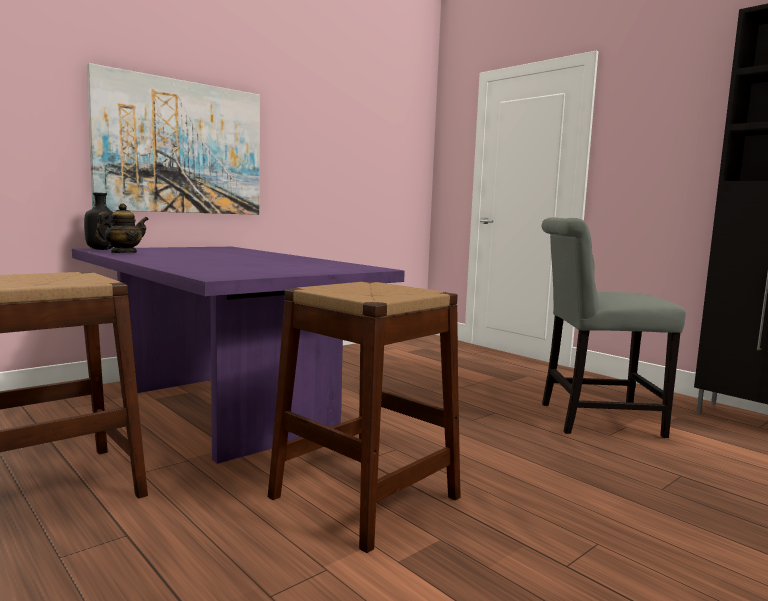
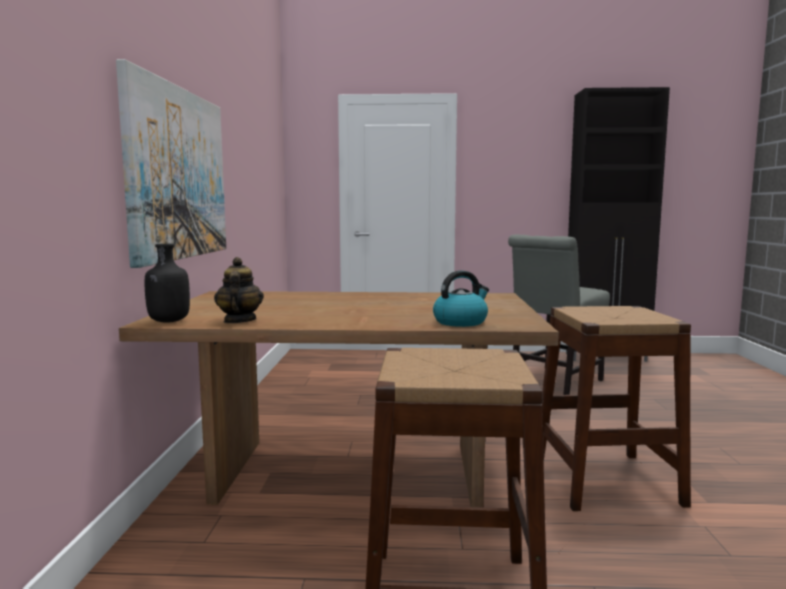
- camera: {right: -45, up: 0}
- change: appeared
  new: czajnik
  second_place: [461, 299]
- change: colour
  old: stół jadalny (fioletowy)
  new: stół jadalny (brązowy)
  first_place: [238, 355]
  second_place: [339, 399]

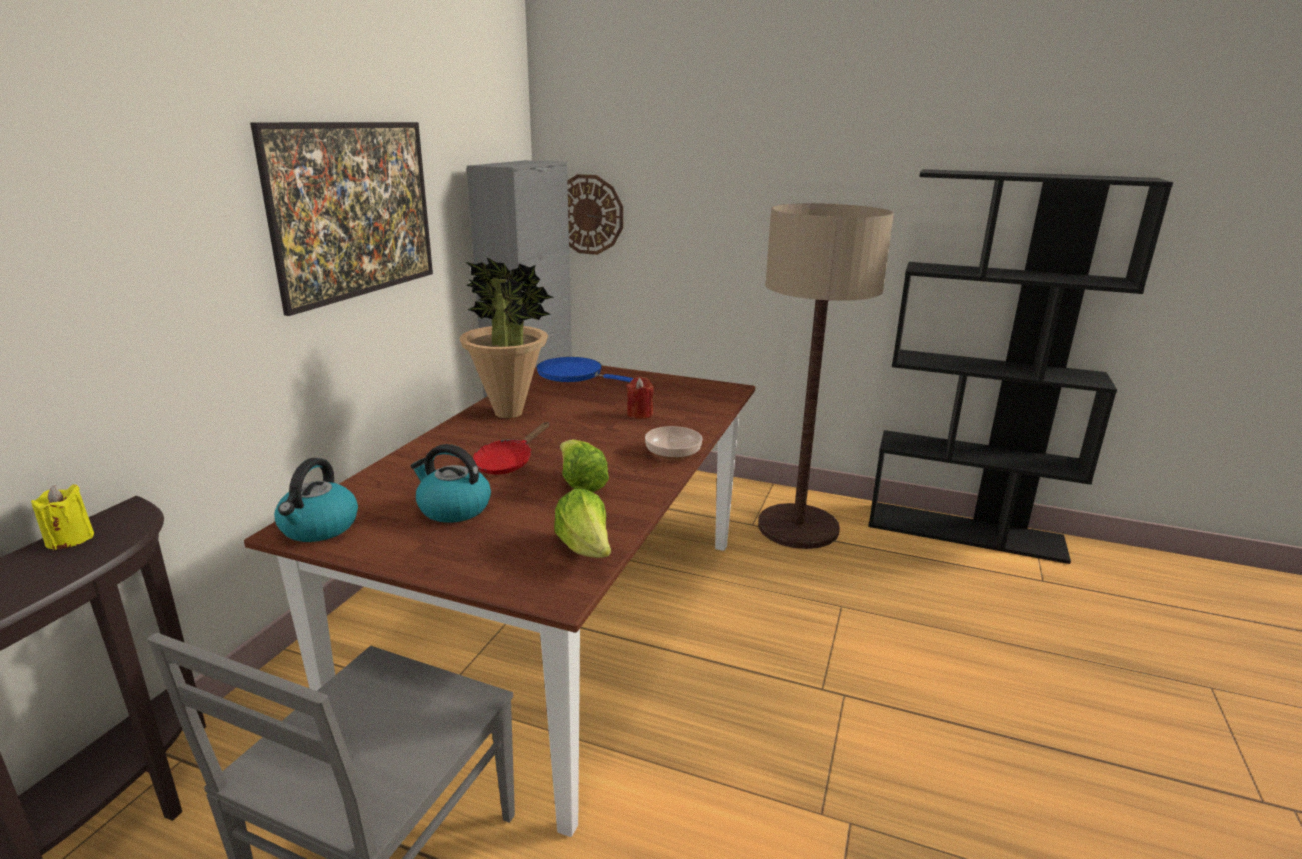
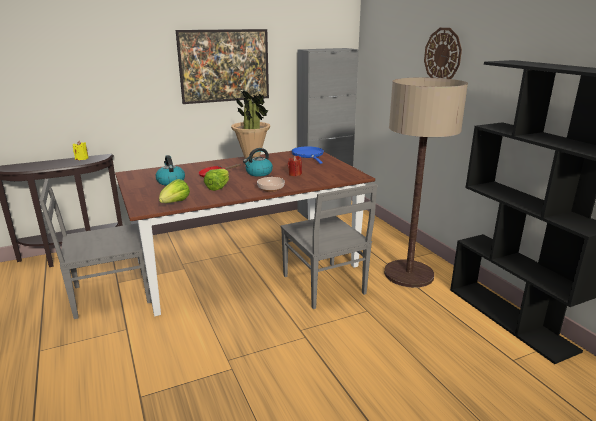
- camera: {right: 45, up: 0}
- change: appeared
  new: krzesło (szary)
  second_place: [329, 246]
- change: relocated
  old: czajnik
  first_place: [316, 500]
  second_place: [258, 162]
- change: relocated
  old: zegar ścienny
  first_place: [595, 214]
  second_place: [443, 53]

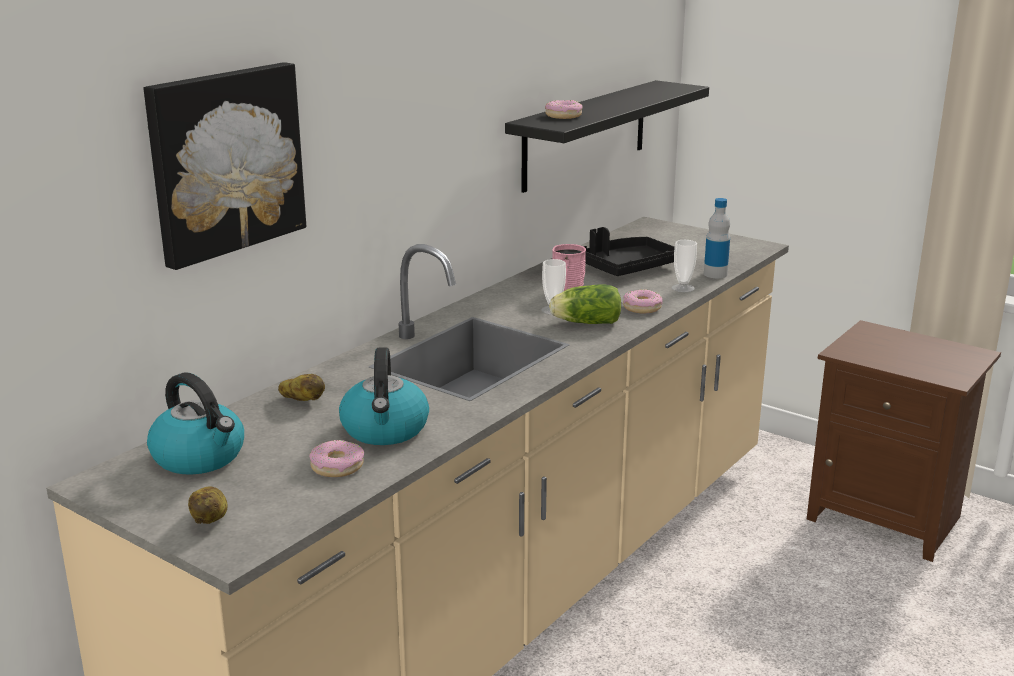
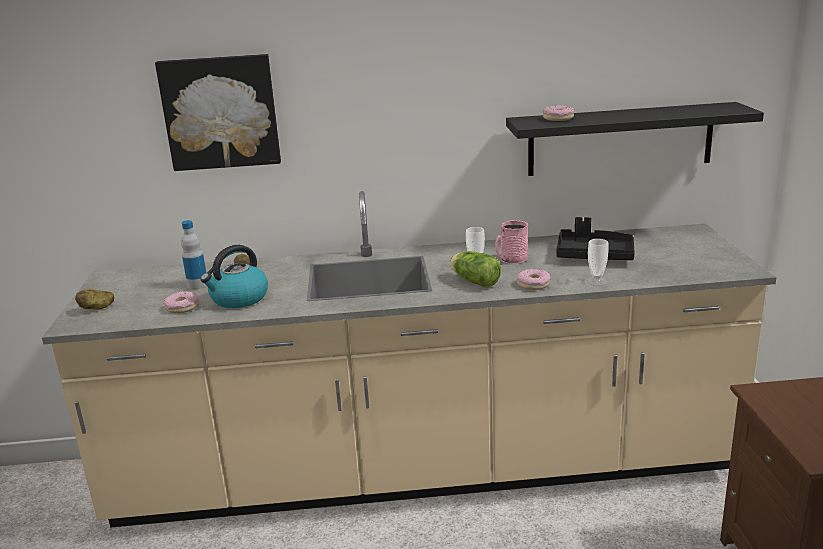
- camera: {right: 50, up: 0}
- change: missing
  old: czajnik
  first_place: [195, 423]
- change: relocated
  old: butelka
  first_place: [717, 238]
  second_place: [193, 254]

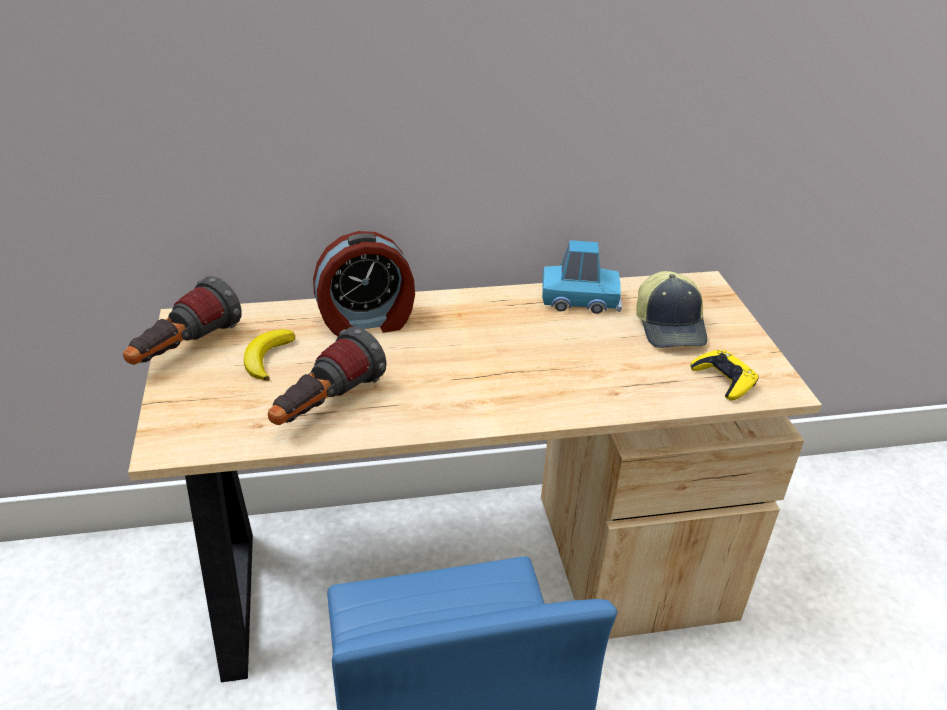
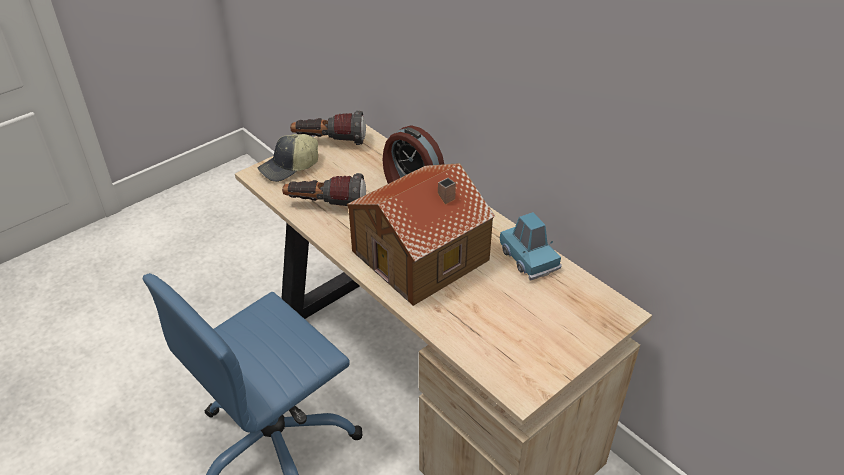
- camera: {right: 60, up: 5}
- change: missing
  old: banan
  first_place: [269, 355]
- change: missing
  old: pad do gier (żółty)
  first_place: [724, 375]
- change: appeared
  new: domek
  second_place: [421, 234]
- change: relocated
  old: czapka z daszkiem
  first_place: [671, 309]
  second_place: [288, 158]

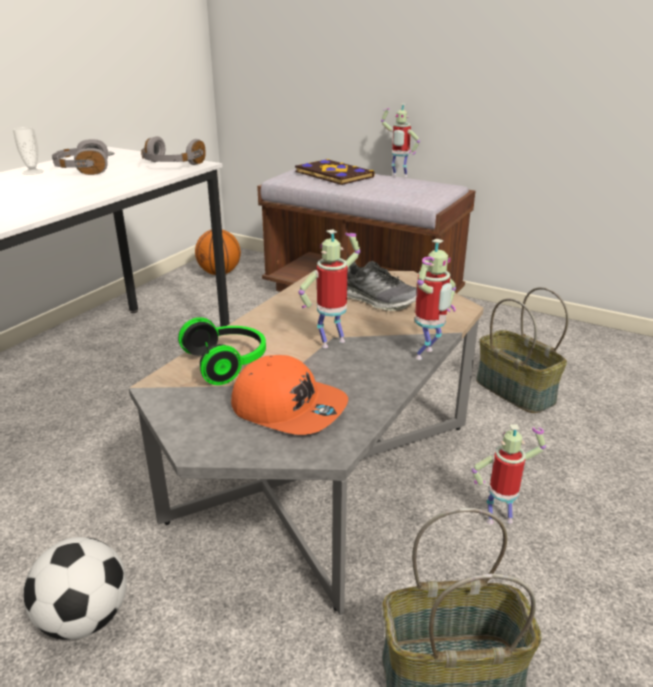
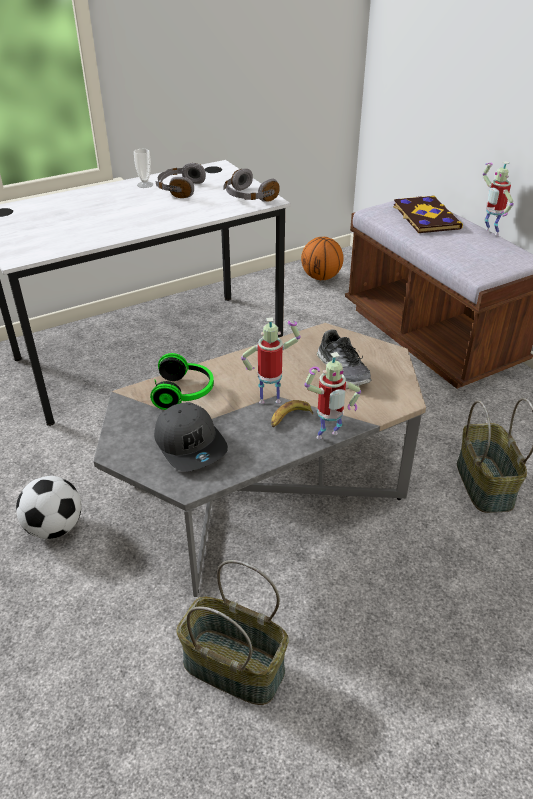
- camera: {right: 30, up: 10}
- change: missing
  old: robot zabawkowy
  first_place: [509, 474]
- change: appeared
  new: banan
  second_place: [292, 413]
- change: colour
  old: czapka z daszkiem (pomarańczowy)
  new: czapka z daszkiem (szary)
  first_place: [289, 395]
  second_place: [191, 437]

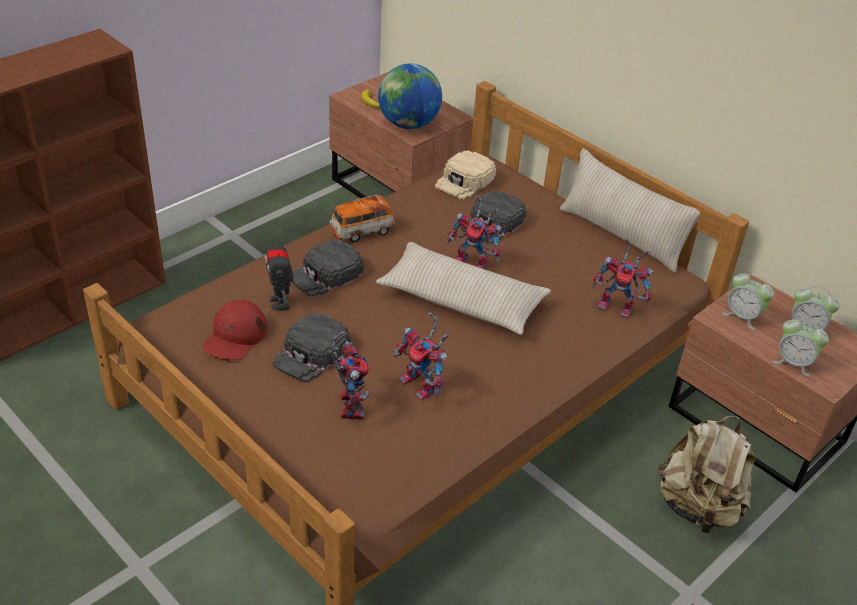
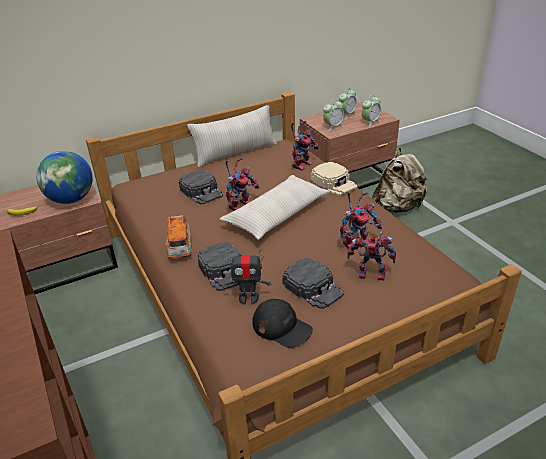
- camera: {right: -70, up: -5}
- change: relocated
  old: czapka z daszkiem (beżowy)
  first_place: [465, 175]
  second_place: [334, 179]
- change: colour
  old: czapka z daszkiem (czerwony)
  new: czapka z daszkiem (czarny)
  first_place: [235, 330]
  second_place: [283, 323]

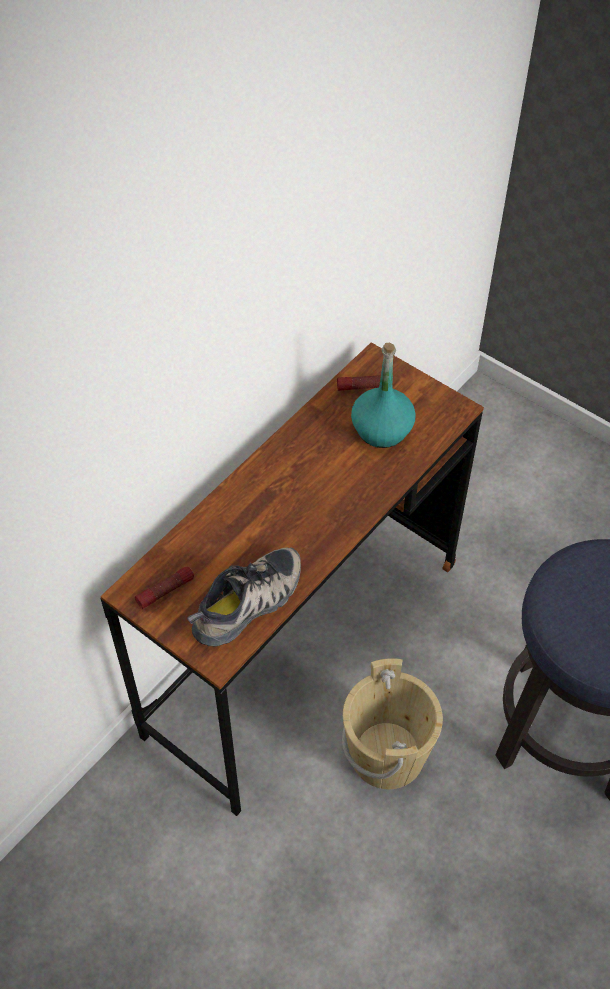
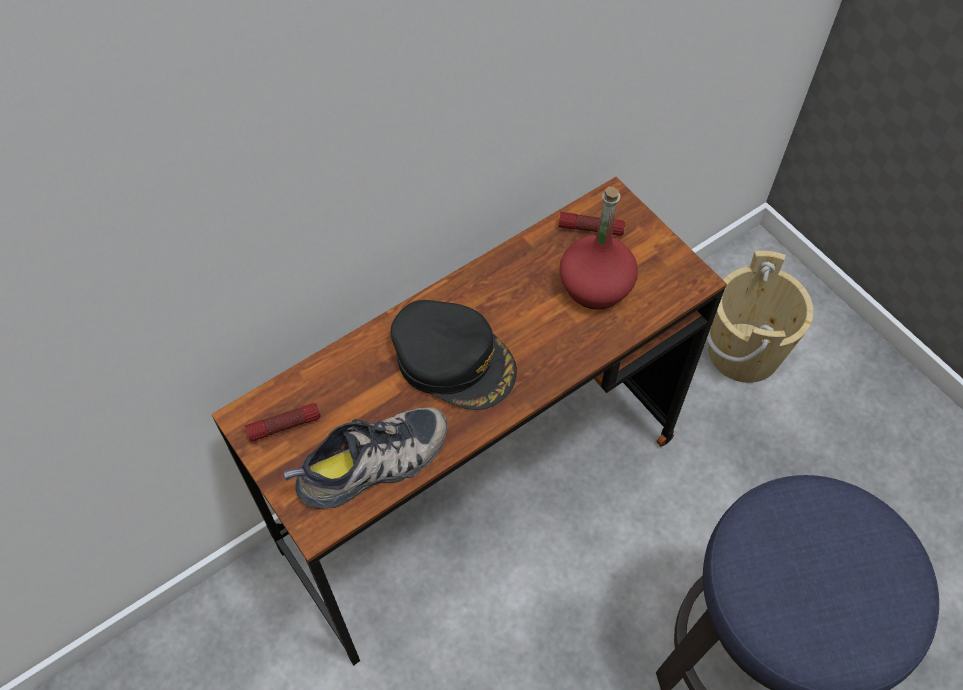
- camera: {right: 15, up: 5}
- change: appeared
  new: czapka z daszkiem (czarny)
  second_place: [453, 355]
- change: relocated
  old: wiadro (beżowy)
  first_place: [392, 723]
  second_place: [760, 317]
- change: colour
  old: butelka (turkusowy)
  new: butelka (czerwony)
  first_place: [383, 395]
  second_place: [598, 248]

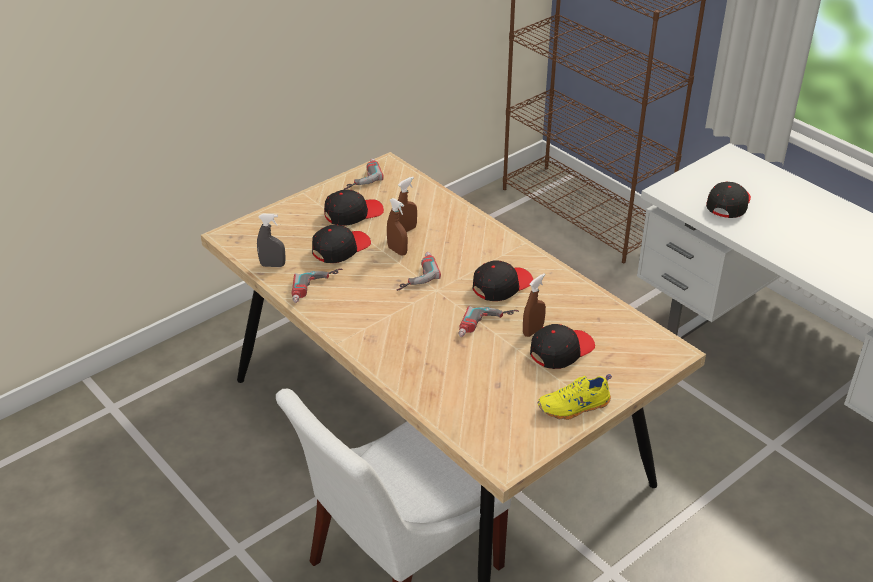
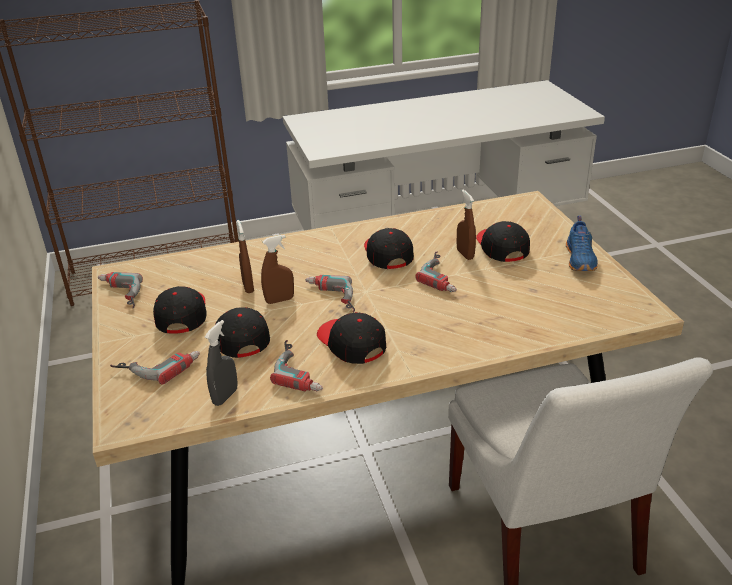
- camera: {right: -65, up: -5}
- change: appeared
  new: wiertarka
  second_place: [155, 367]
- change: relocated
  old: czapka z daszkiem (czarny)
  first_place: [728, 199]
  second_place: [351, 338]
- change: colour
  old: but (żółty)
  new: but (niebieski)
  first_place: [575, 397]
  second_place: [581, 243]

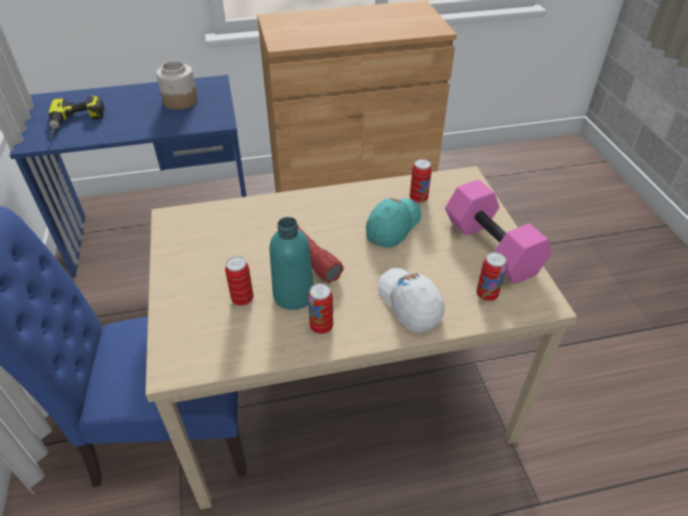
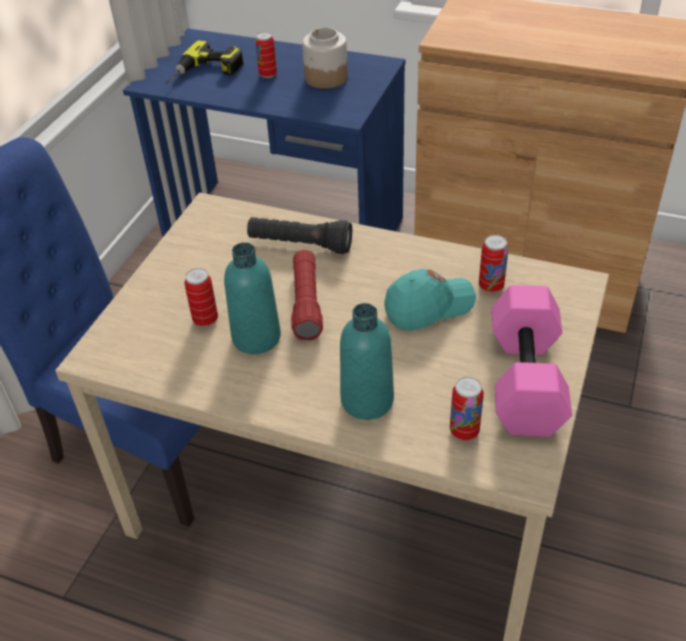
- camera: {right: 35, up: 0}
- change: appeared
  new: latarka (czarny)
  second_place: [299, 235]
- change: relocated
  old: puszka
  first_place: [320, 308]
  second_place: [266, 55]
- change: exchanged
  old: czapka z daszkiem (biały)
  new: butelka (turkusowy)
  first_place: [411, 300]
  second_place: [367, 361]

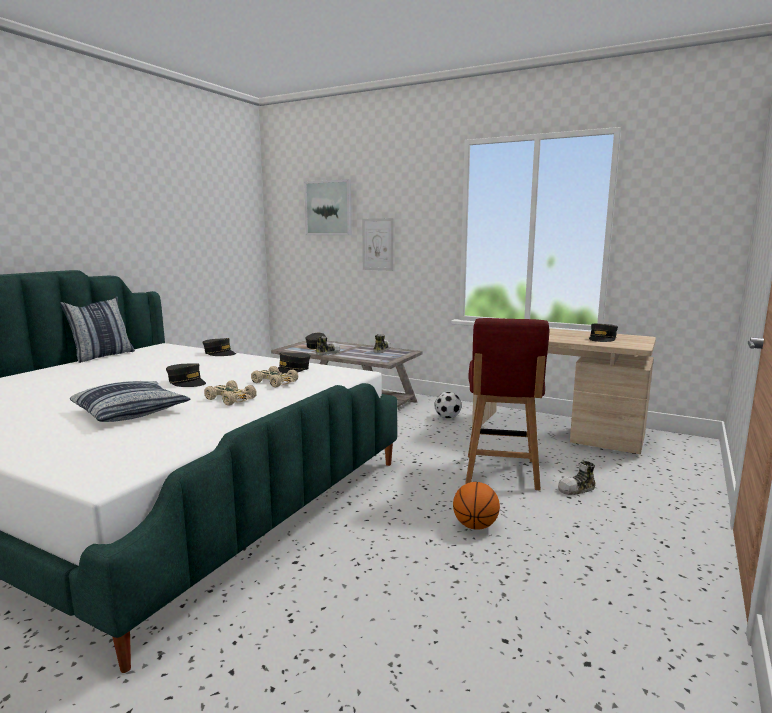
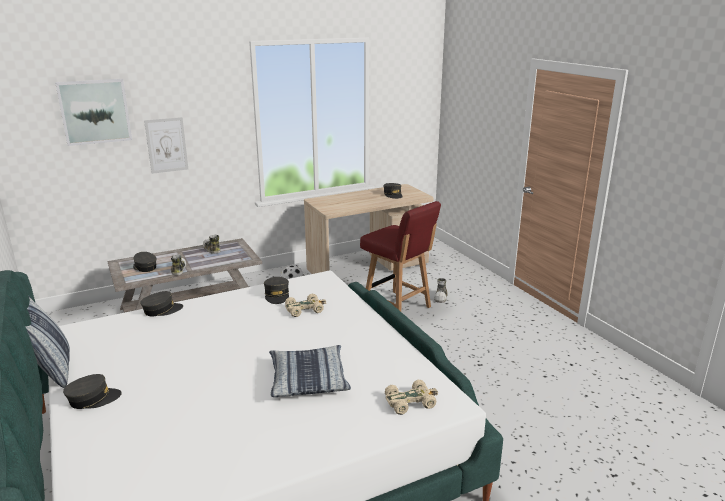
- camera: {right: -55, up: 10}
- change: missing
  old: piłka do koszykówki
  first_place: [476, 506]
- change: relocated
  old: czapka z daszkiem (szary)
  first_place: [186, 375]
  second_place: [92, 391]
- change: relocated
  old: samochodzik (beżowy)
  first_place: [230, 393]
  second_place: [411, 397]

